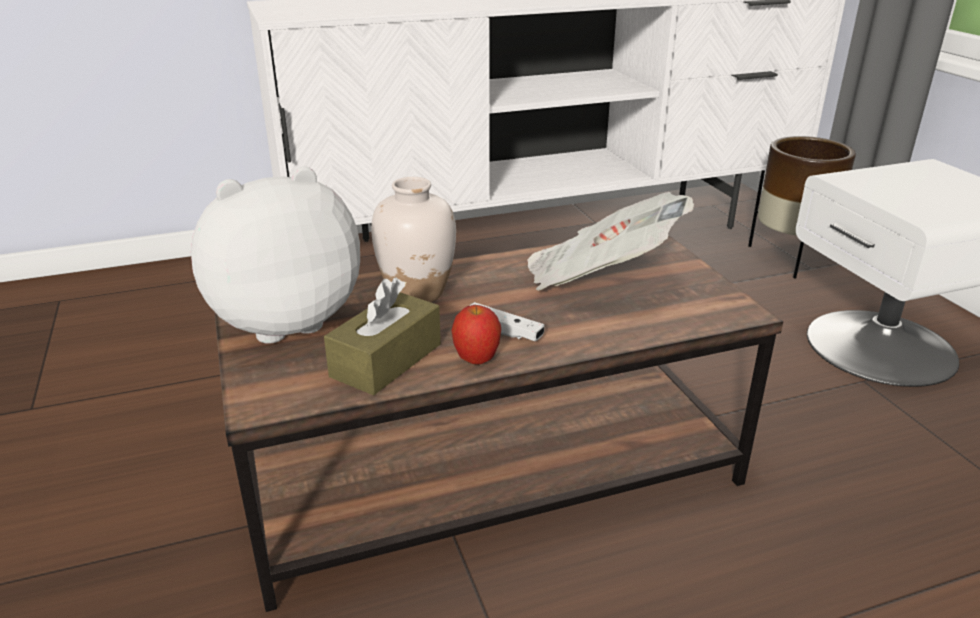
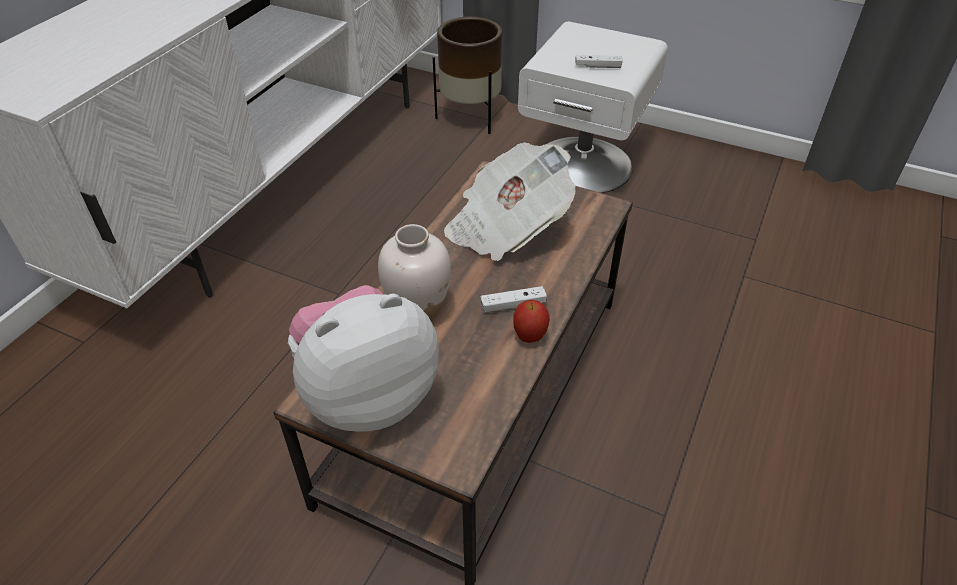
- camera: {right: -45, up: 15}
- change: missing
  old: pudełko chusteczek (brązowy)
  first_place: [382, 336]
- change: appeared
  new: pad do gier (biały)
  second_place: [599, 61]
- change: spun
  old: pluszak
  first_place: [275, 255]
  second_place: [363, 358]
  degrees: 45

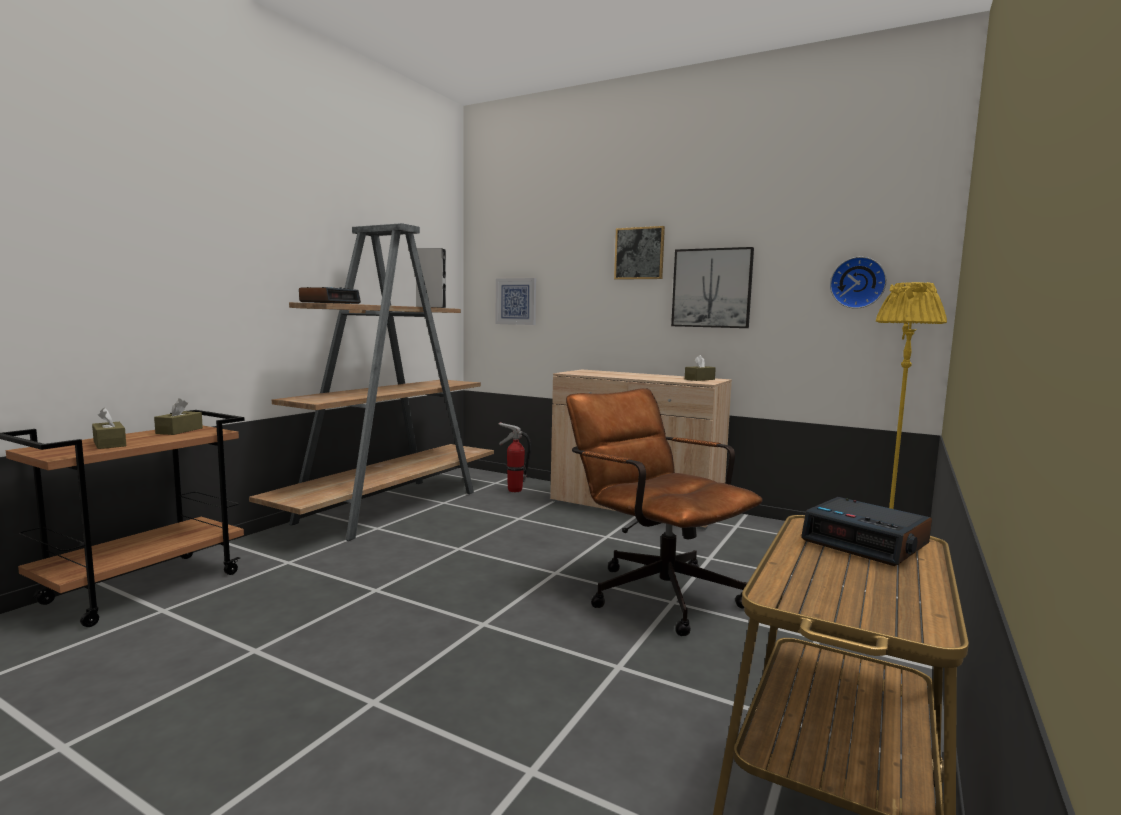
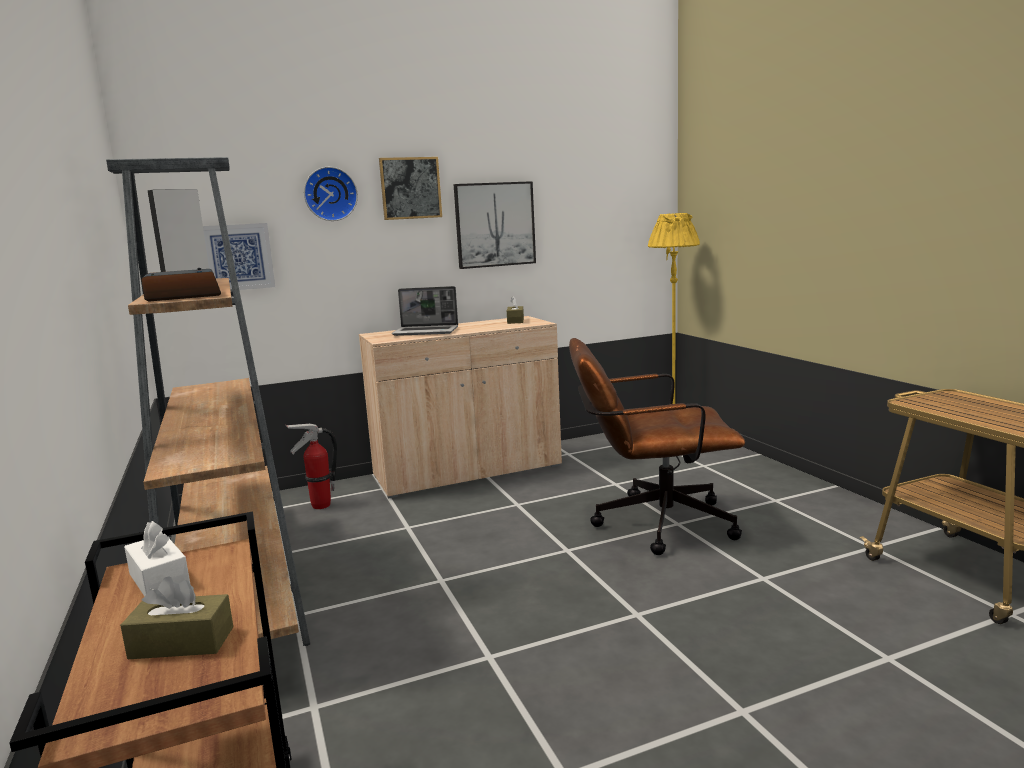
- camera: {right: -50, up: 5}
- change: missing
  old: budzik
  first_place: [866, 531]
- change: appeared
  new: laptop
  second_place: [425, 311]
- change: relocated
  old: zegar ścienny
  first_place: [858, 283]
  second_place: [331, 194]
- change: colour
  old: pudełko chusteczek (brązowy)
  new: pudełko chusteczek (biały)
  first_place: [178, 416]
  second_place: [157, 558]

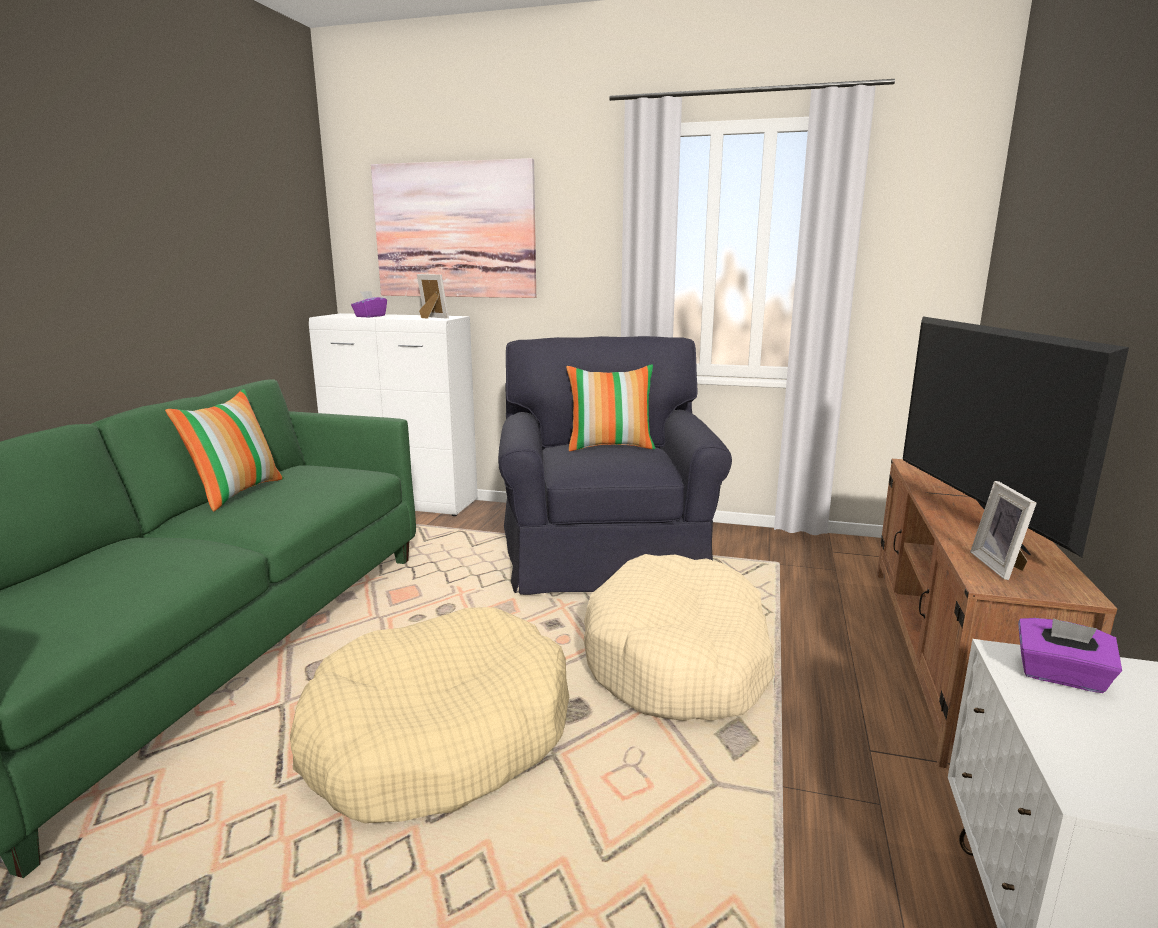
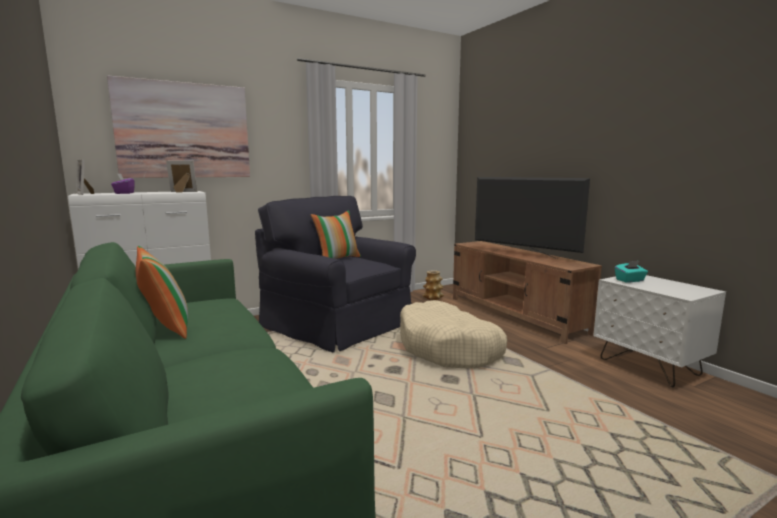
- camera: {right: -45, up: -5}
- change: missing
  old: legowisko (beżowy)
  first_place: [429, 715]
- change: appeared
  new: wazon
  second_place: [433, 285]
- change: relocated
  old: ramka na zdjęcie
  first_place: [1003, 530]
  second_place: [85, 177]
- change: colour
  old: pudełko chusteczek (fioletowy)
  new: pudełko chusteczek (turkusowy)
  first_place: [1070, 655]
  second_place: [631, 272]

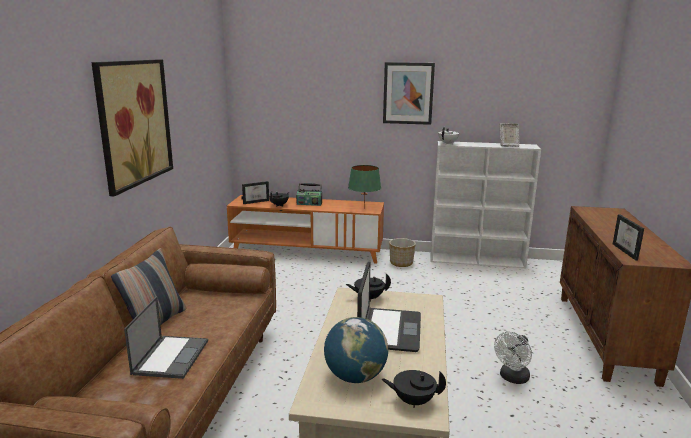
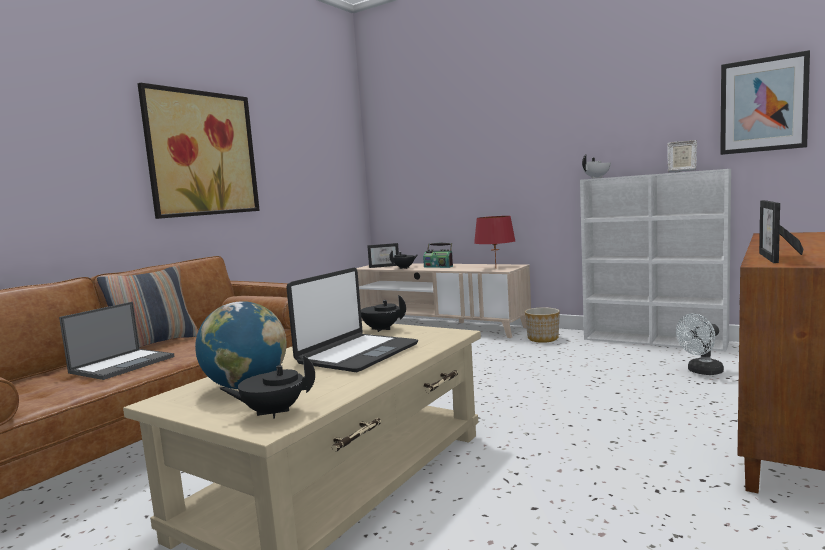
- camera: {right: 25, up: -10}
- change: relocated
  old: obraz
  first_place: [409, 93]
  second_place: [765, 102]
- change: relocated
  old: wentylator (biały)
  first_place: [513, 357]
  second_place: [700, 344]
- change: colour
  old: szafka pod telewizor (pomarańczowy)
  new: szafka pod telewizor (beżowy)
  first_place: [305, 229]
  second_place: [444, 300]
- change: colour
  old: lampa stołowa (zielony)
  new: lampa stołowa (czerwony)
  first_place: [364, 187]
  second_place: [495, 240]
- change: spun
  old: imbryk (czarny)
  first_place: [413, 389]
  second_place: [267, 387]
  degrees: -45

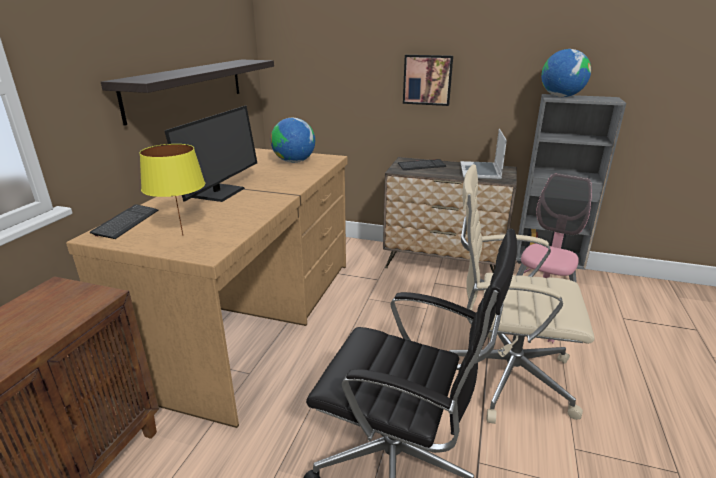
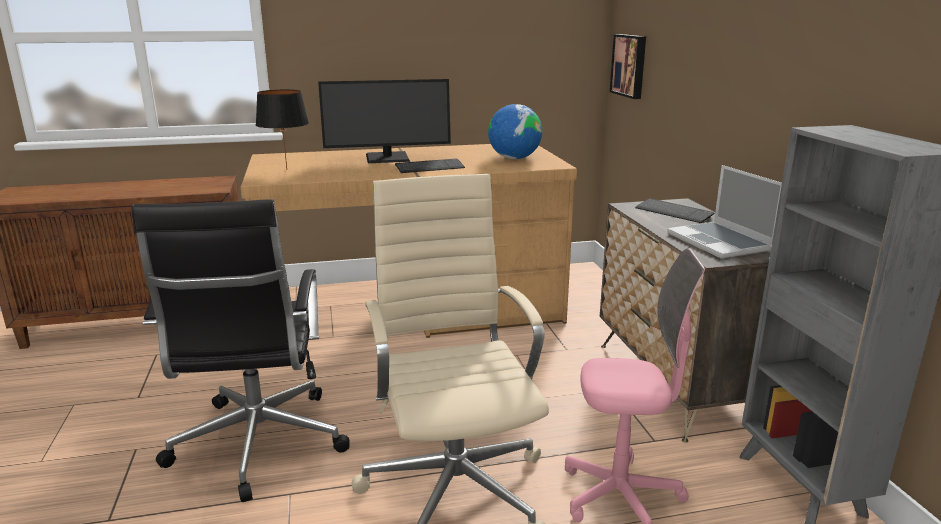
- camera: {right: 60, up: -5}
- change: missing
  old: półka
  first_place: [187, 93]
- change: missing
  old: globus
  first_place: [566, 73]
- change: relocated
  old: klawiatura
  first_place: [124, 221]
  second_place: [430, 166]
- change: relocated
  old: obraz
  first_place: [428, 80]
  second_place: [628, 66]
- change: colour
  old: lampa stołowa (żółty)
  new: lampa stołowa (czarny)
  first_place: [172, 189]
  second_place: [282, 129]
- change: spun
  old: laptop
  first_place: [483, 154]
  second_place: [724, 212]
  degrees: -90

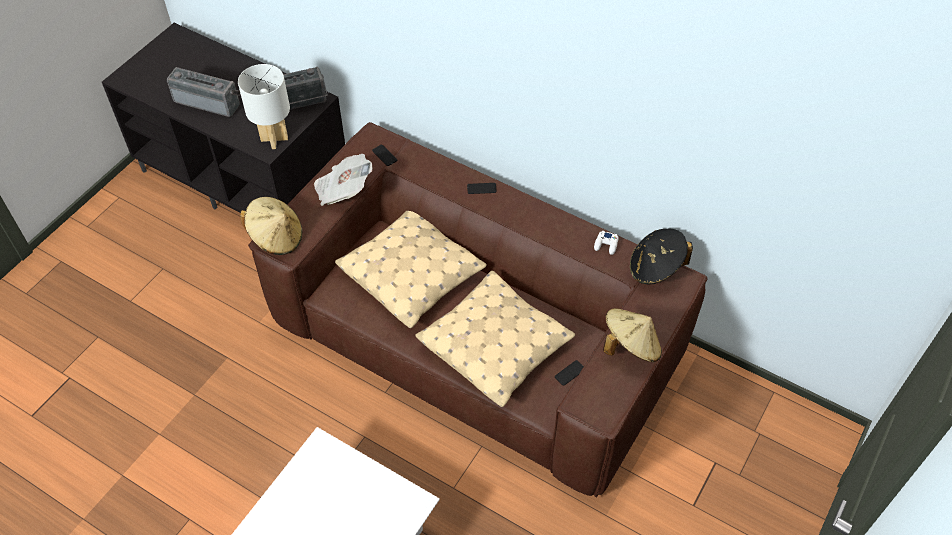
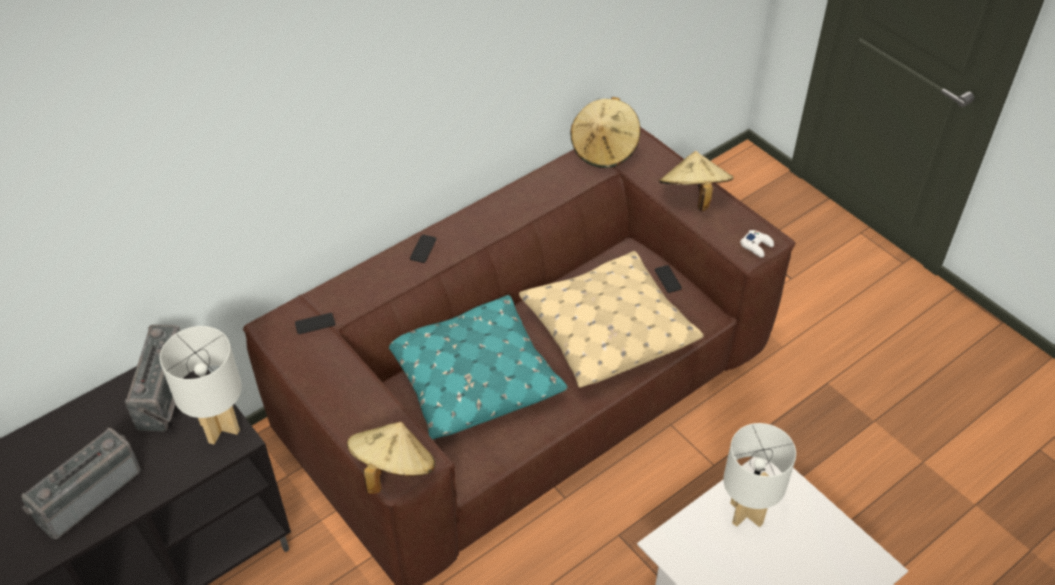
- camera: {right: -70, up: -5}
- change: missing
  old: gazeta
  first_place: [343, 180]
- change: appeared
  new: lampa stołowa (biały)
  second_place: [759, 475]
- change: relocated
  old: pad do gier (biały)
  first_place: [606, 243]
  second_place: [757, 244]
- change: colour
  old: poduszka (beżowy)
  new: poduszka (turkusowy)
  first_place: [411, 269]
  second_place: [478, 367]
- change: colour
  old: kapelusz (czarny)
  new: kapelusz (beżowy)
  first_place: [661, 257]
  second_place: [606, 132]

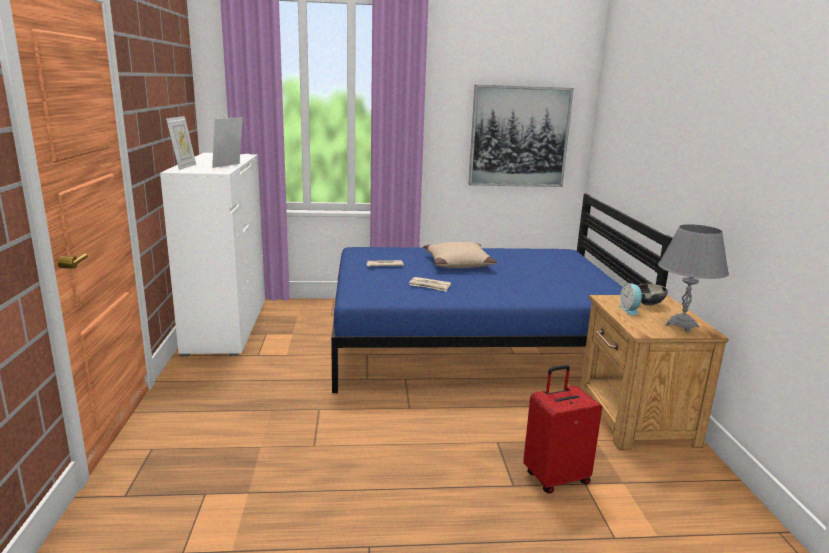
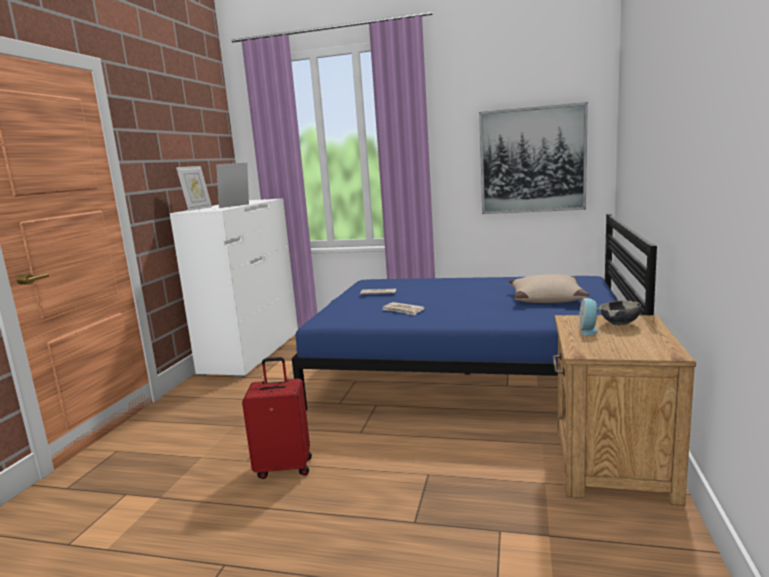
- camera: {right: 20, up: -5}
- change: missing
  old: lampa stołowa (szary)
  first_place: [693, 278]
- change: relocated
  old: poduszka (beżowy)
  first_place: [460, 255]
  second_place: [549, 288]
- change: relocated
  old: walizka (czerwony)
  first_place: [562, 429]
  second_place: [277, 418]

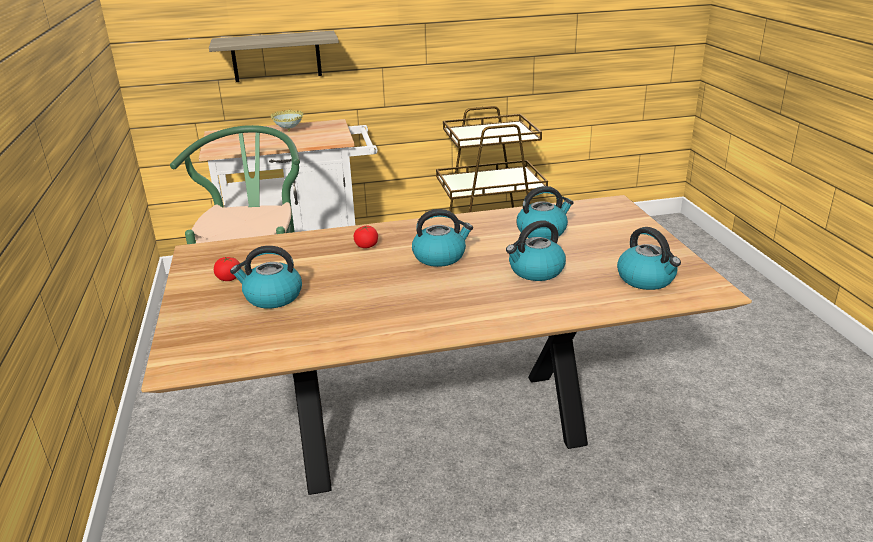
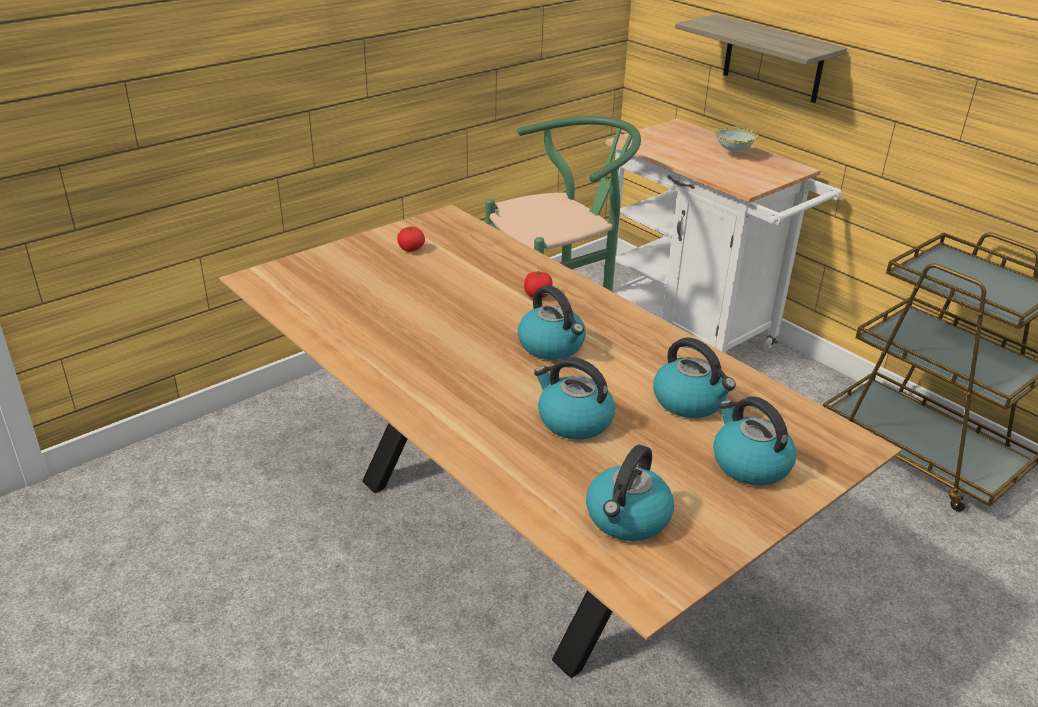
- camera: {right: 60, up: 5}
- change: relocated
  old: czajnik
  first_place: [266, 277]
  second_place: [755, 441]

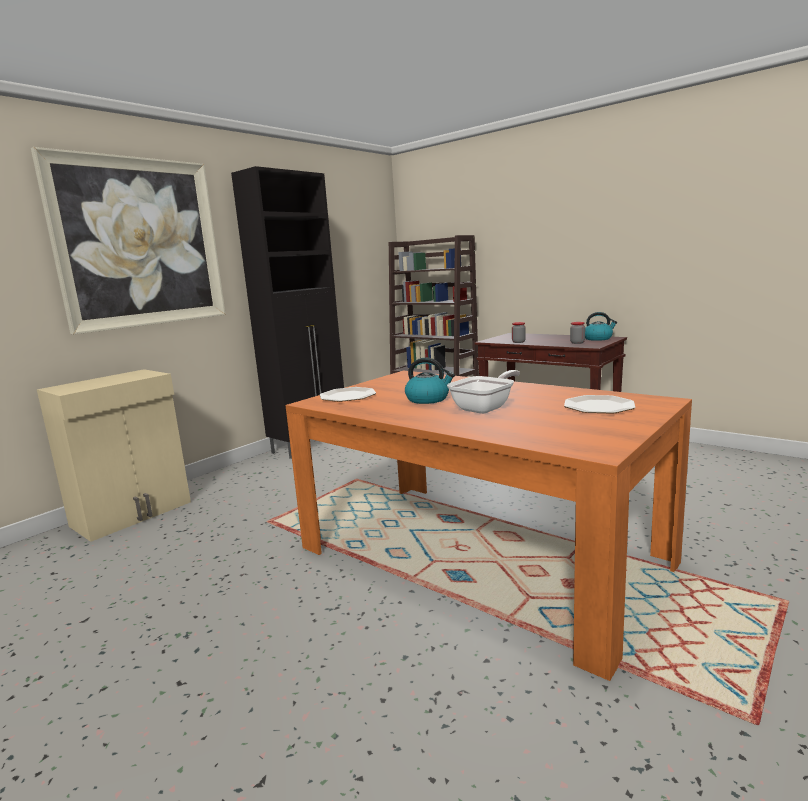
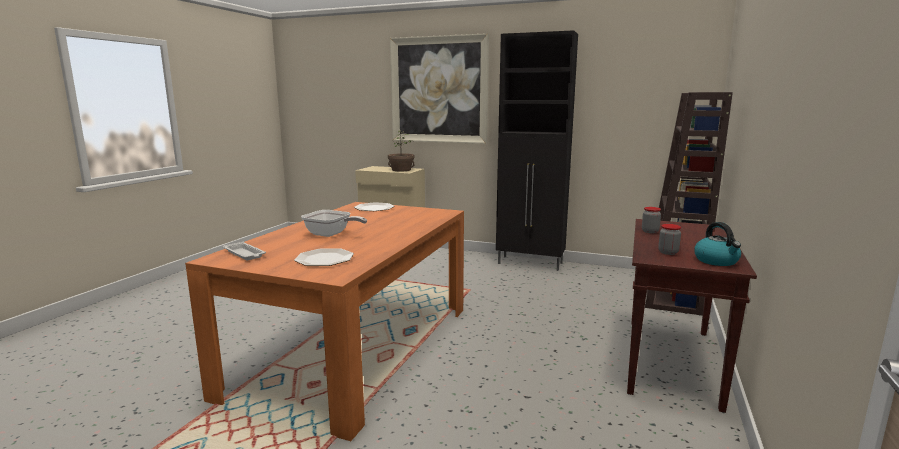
- camera: {right: 70, up: 0}
- change: missing
  old: czajnik
  first_place: [430, 381]
- change: appeared
  new: taca (biały)
  second_place: [244, 251]
- change: appeared
  new: roślina doniczkowa
  second_place: [401, 150]

